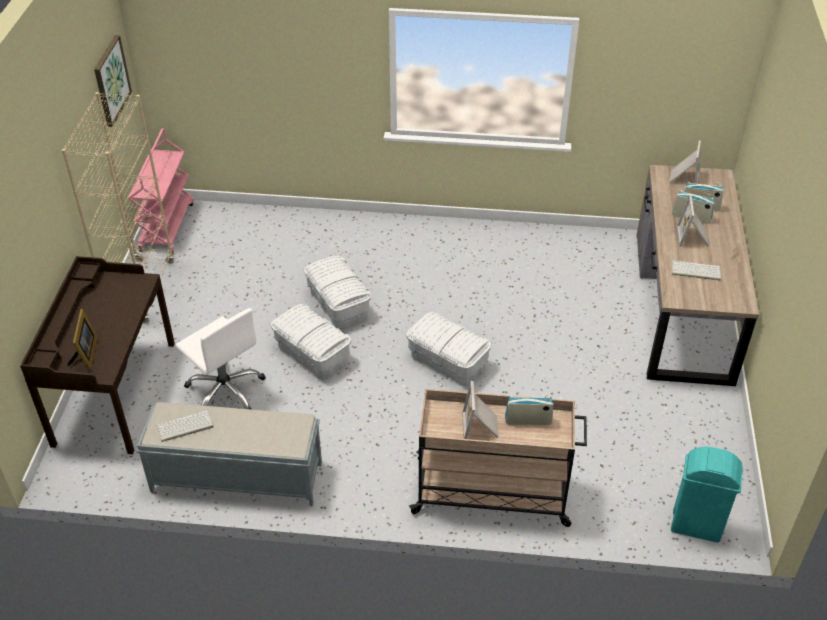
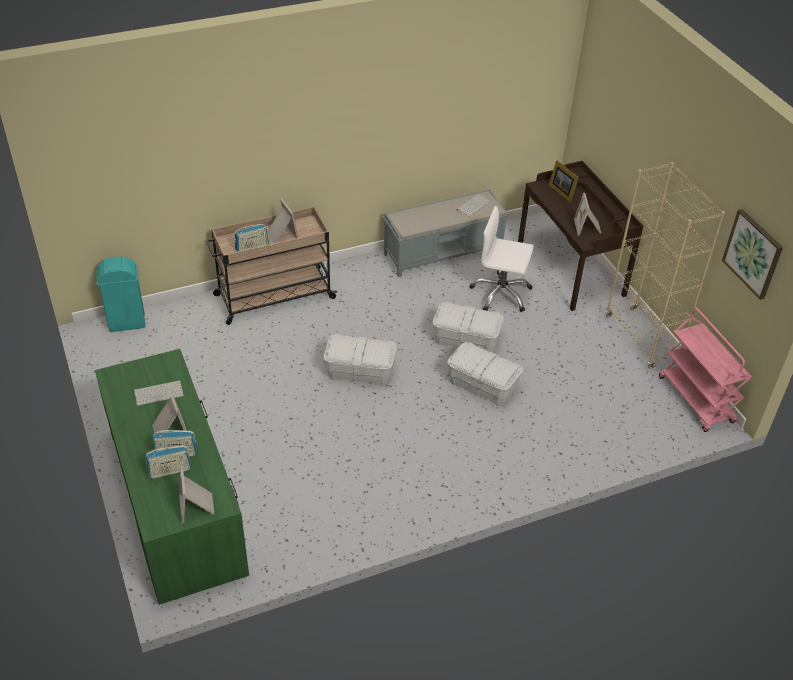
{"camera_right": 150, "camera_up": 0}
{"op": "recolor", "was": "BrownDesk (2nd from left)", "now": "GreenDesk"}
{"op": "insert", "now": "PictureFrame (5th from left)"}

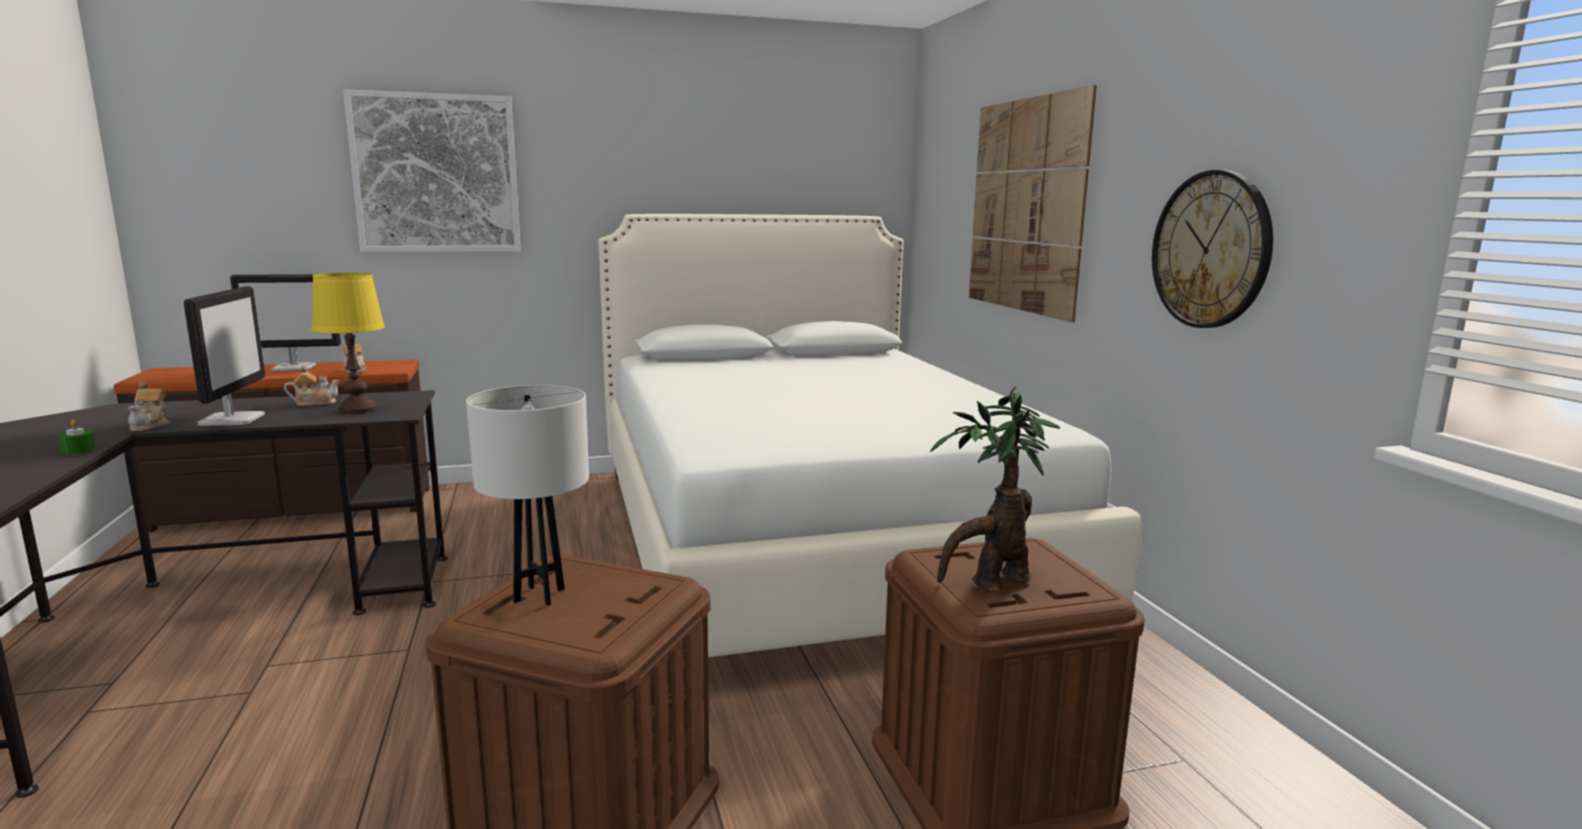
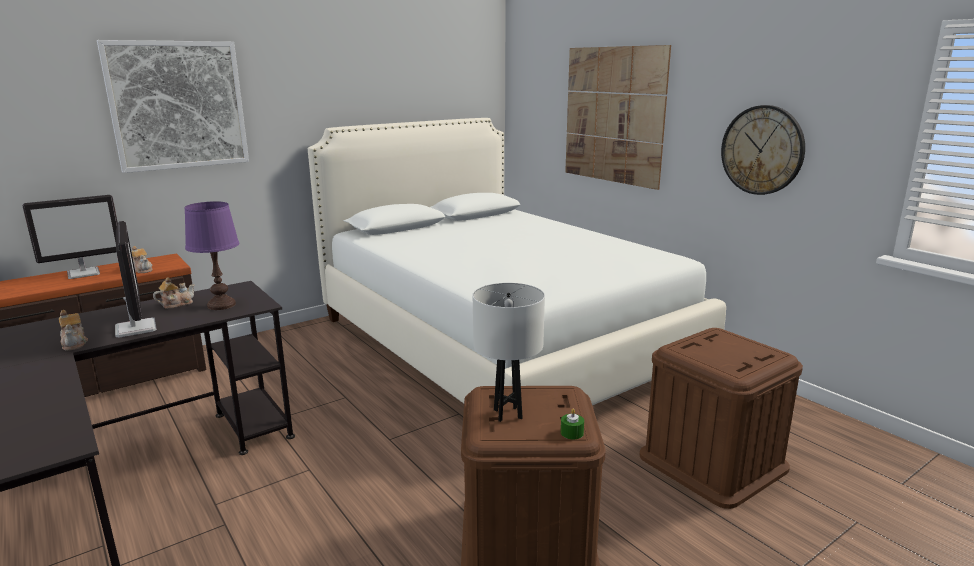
{"camera_right": -20, "camera_up": 5}
{"op": "recolor", "was": "YellowTableLamp", "now": "PurpleTableLamp"}
{"op": "delete", "was": "PottedPlant"}
{"op": "move", "was": "GreenCandle"}

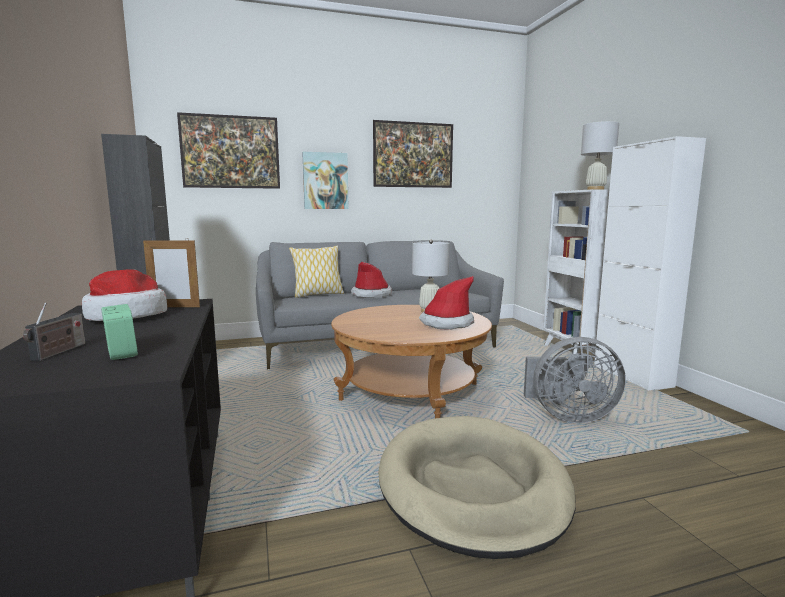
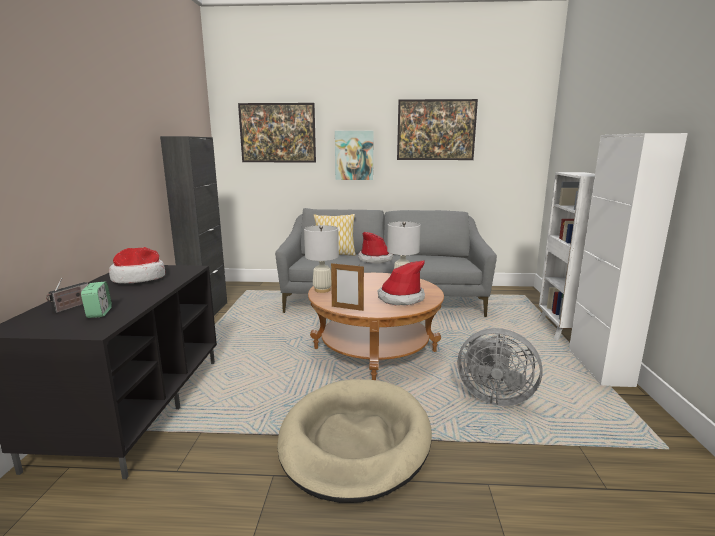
{"camera_right": 20, "camera_up": 5}
{"op": "move", "was": "WhiteTableLamp (2nd from left in the first image)", "now": "WhiteTableLamp (1st from left)"}
{"op": "move", "was": "PictureFrame"}

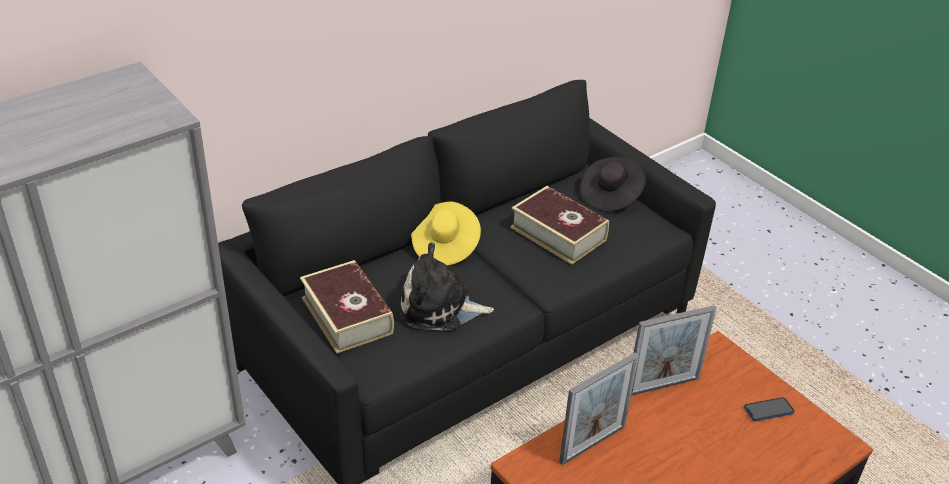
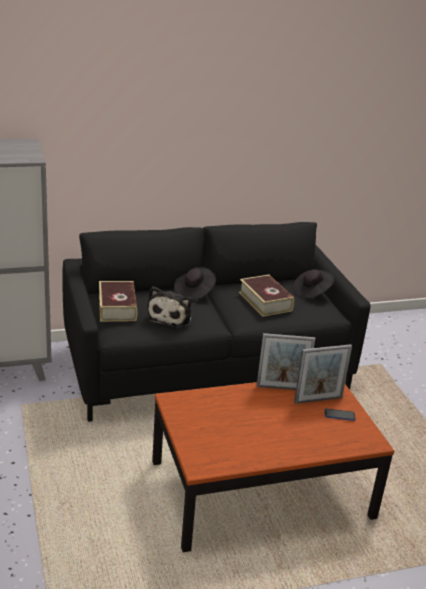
{"camera_right": 20, "camera_up": -10}
{"op": "recolor", "was": "YellowHat", "now": "BlackHat (1st from left)"}
{"op": "rotate", "was": "PlushToy", "clockwise": -105}
{"op": "move", "was": "PictureFrame (1st from left in the first image)", "now": "PictureFrame (2nd from left)"}

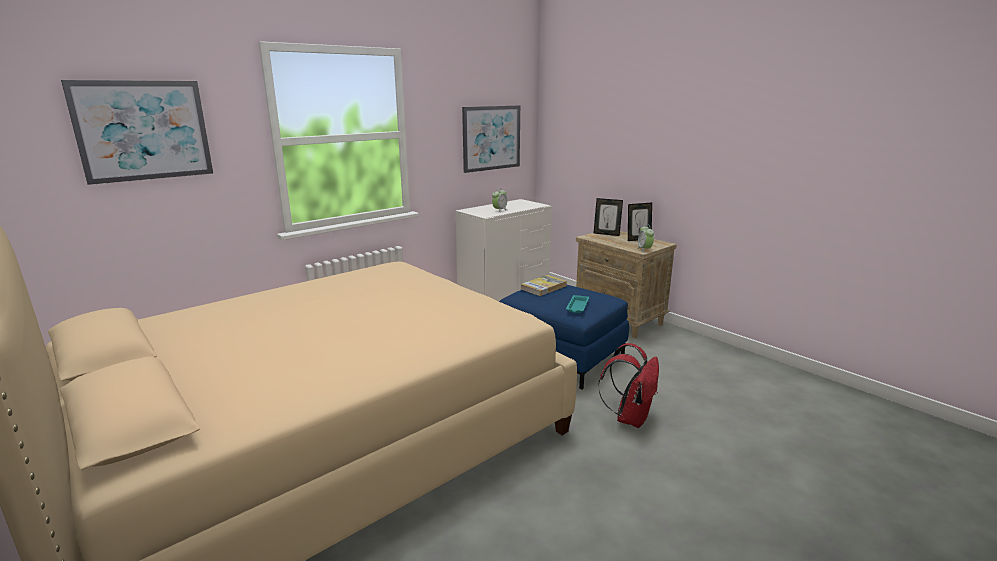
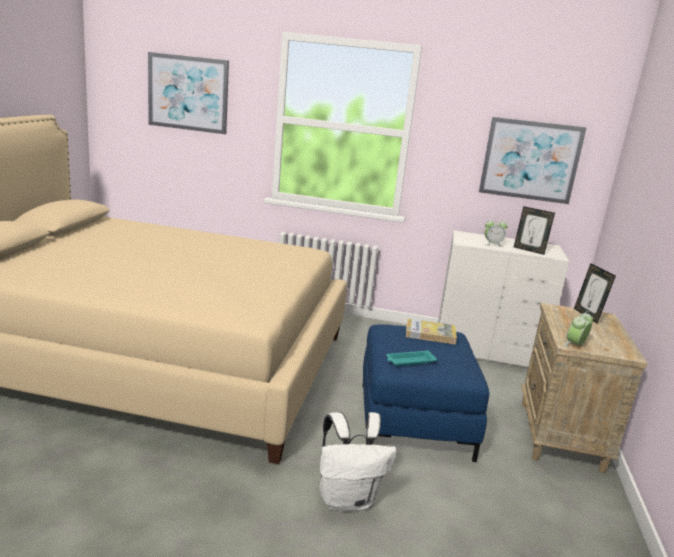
{"camera_right": 50, "camera_up": 0}
{"op": "move", "was": "PictureFrame (2nd from left in the first image)", "now": "PictureFrame (1st from left)"}
{"op": "recolor", "was": "RedBackpack", "now": "WhiteBackpack"}

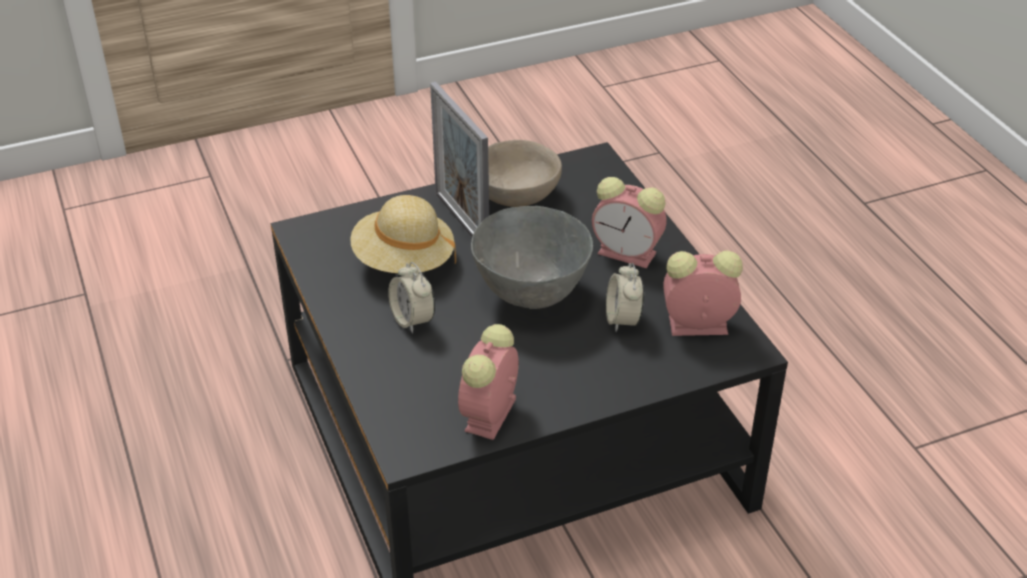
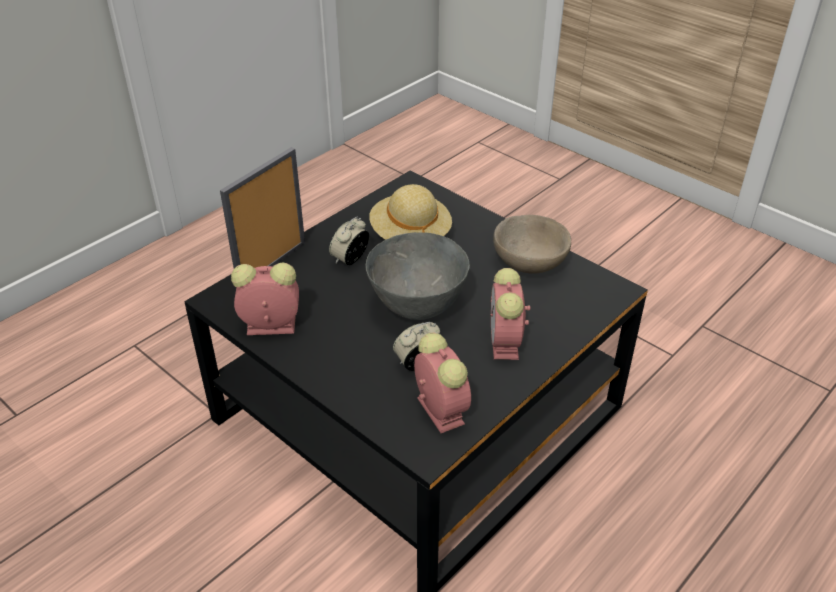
{"camera_right": 65, "camera_up": 0}
{"op": "move", "was": "PictureFrame"}

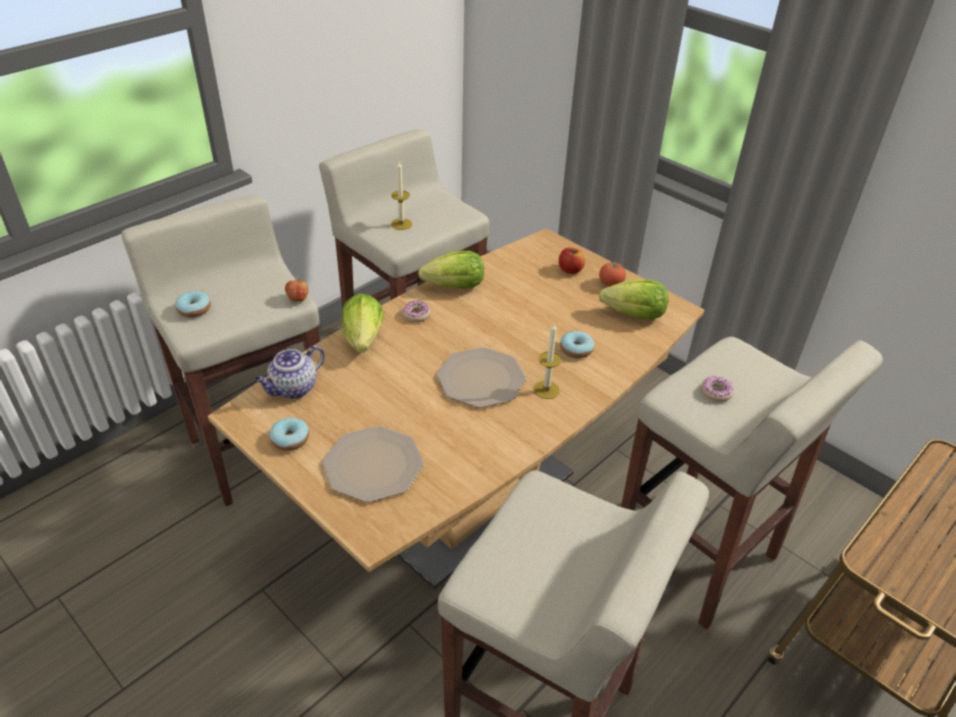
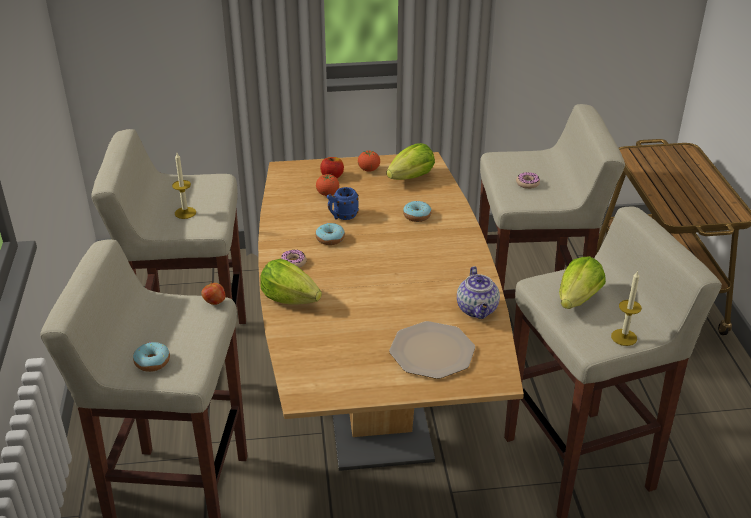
{"camera_right": -50, "camera_up": -5}
{"op": "move", "was": "Lettuce (2nd from left in the first image)", "now": "Lettuce (3rd from left)"}
{"op": "move", "was": "Candle (2nd from left)"}
{"op": "move", "was": "Teapot"}
{"op": "delete", "was": "Plate (2nd from left)"}
{"op": "move", "was": "Donut (2nd from left in the first image)", "now": "Donut (3rd from left)"}
{"op": "insert", "now": "Tomato (1st from left)"}
{"op": "insert", "now": "BlueMug"}

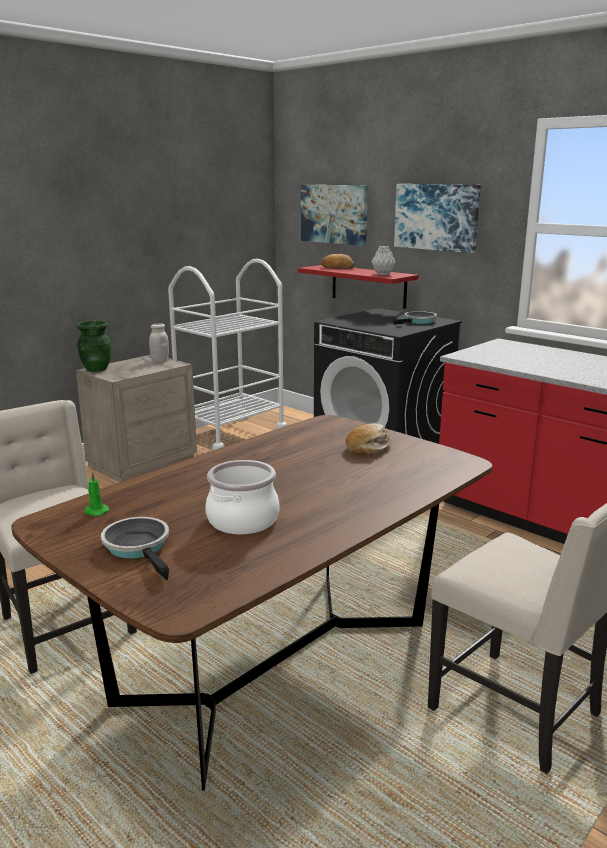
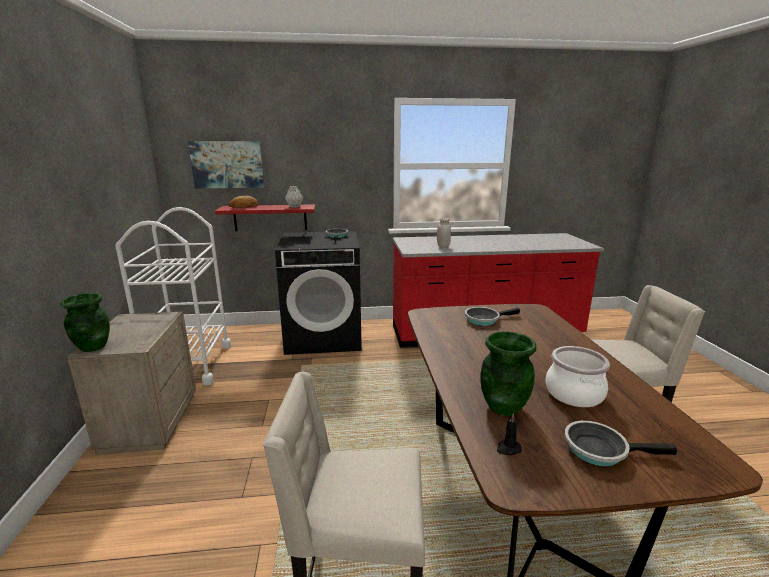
{"camera_right": -50, "camera_up": 0}
{"op": "delete", "was": "Picture (2nd from left)"}
{"op": "move", "was": "WhiteJar"}
{"op": "replace", "was": "Bread (2nd from left)", "now": "FryingPan (2nd from left)"}
{"op": "recolor", "was": "GreenCandle", "now": "BlackCandle"}
{"op": "insert", "now": "GreenVase (2nd from left)"}

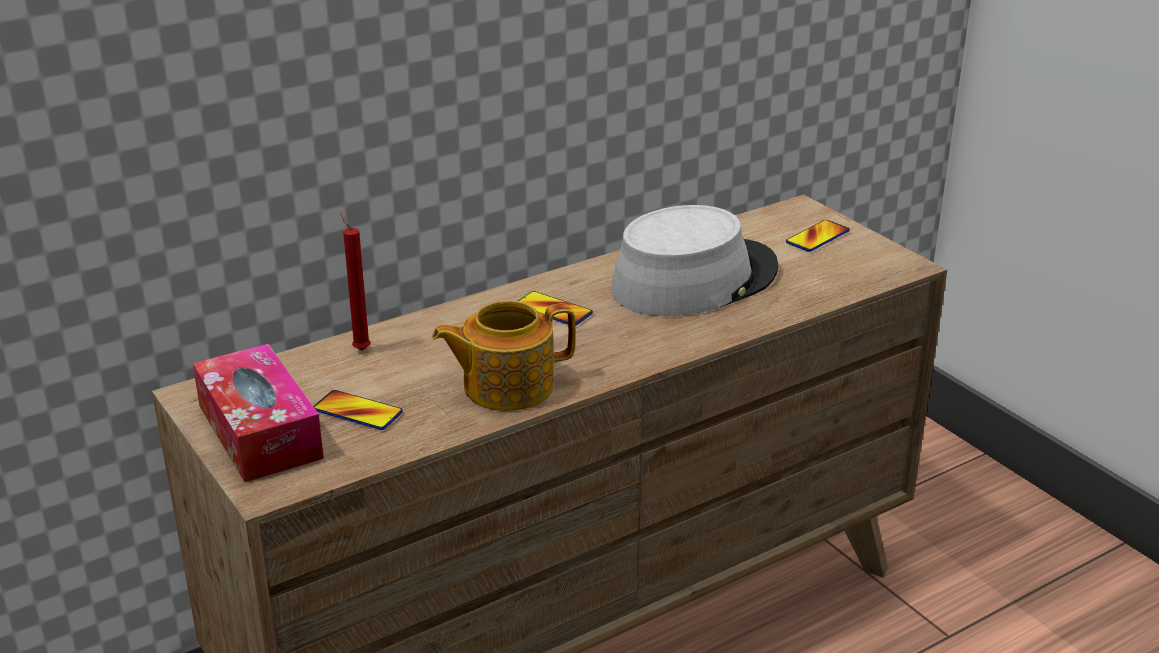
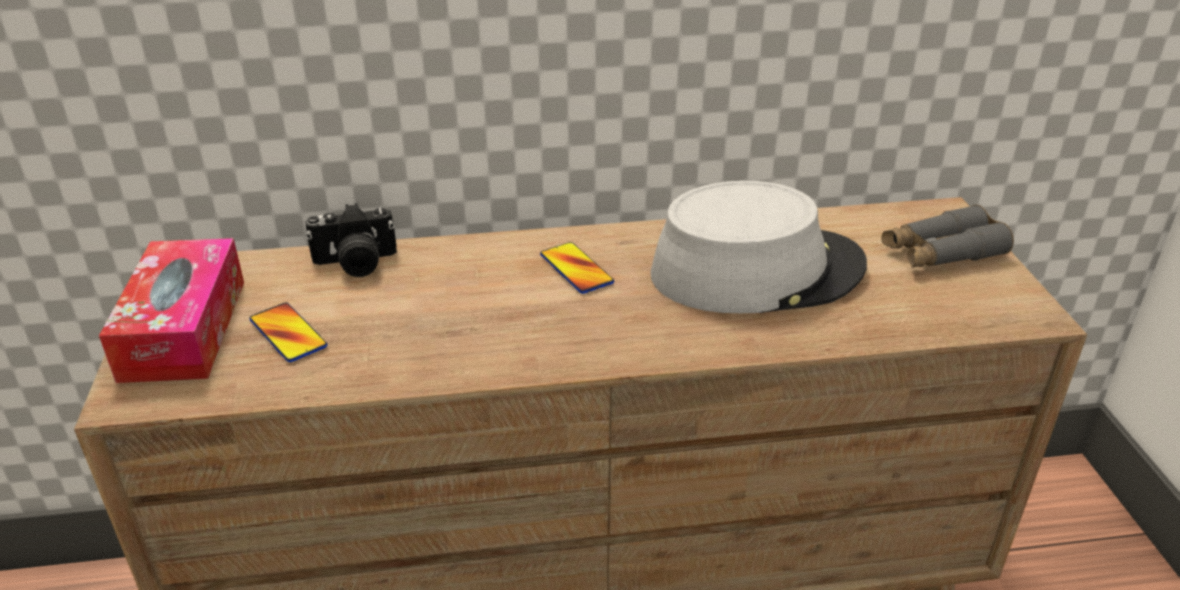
{"camera_right": 25, "camera_up": 5}
{"op": "replace", "was": "RedCandle", "now": "PhotoCamera"}
{"op": "replace", "was": "Phone (3rd from left)", "now": "GreyBinoculars"}
{"op": "delete", "was": "Teapot"}

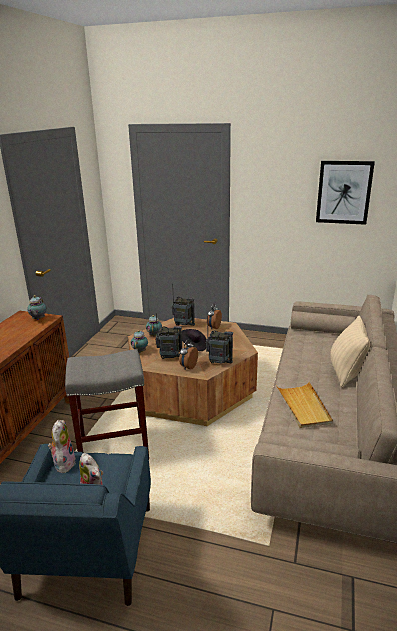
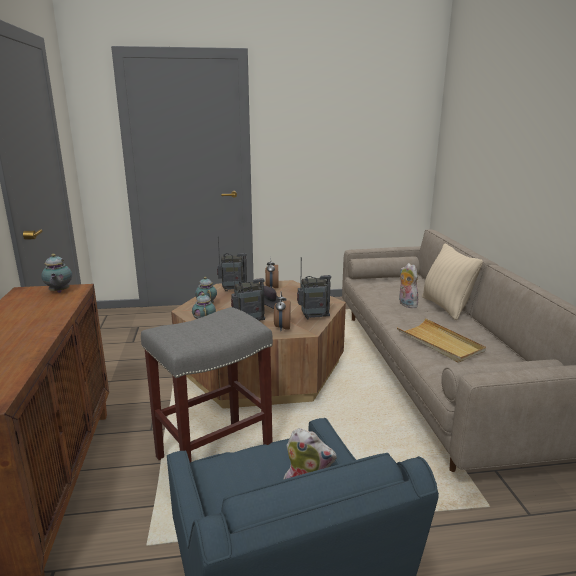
{"camera_right": -25, "camera_up": -5}
{"op": "delete", "was": "Picture"}
{"op": "move", "was": "PlushToy (1st from left in the first image)", "now": "PlushToy (2nd from left)"}

